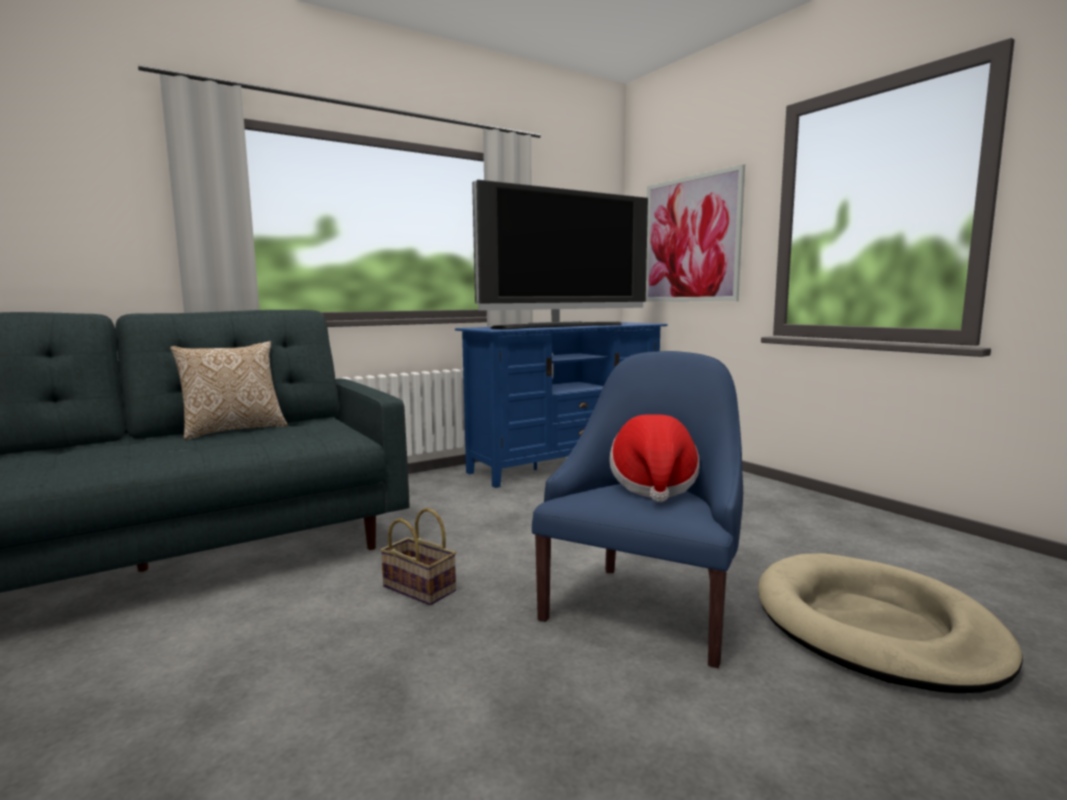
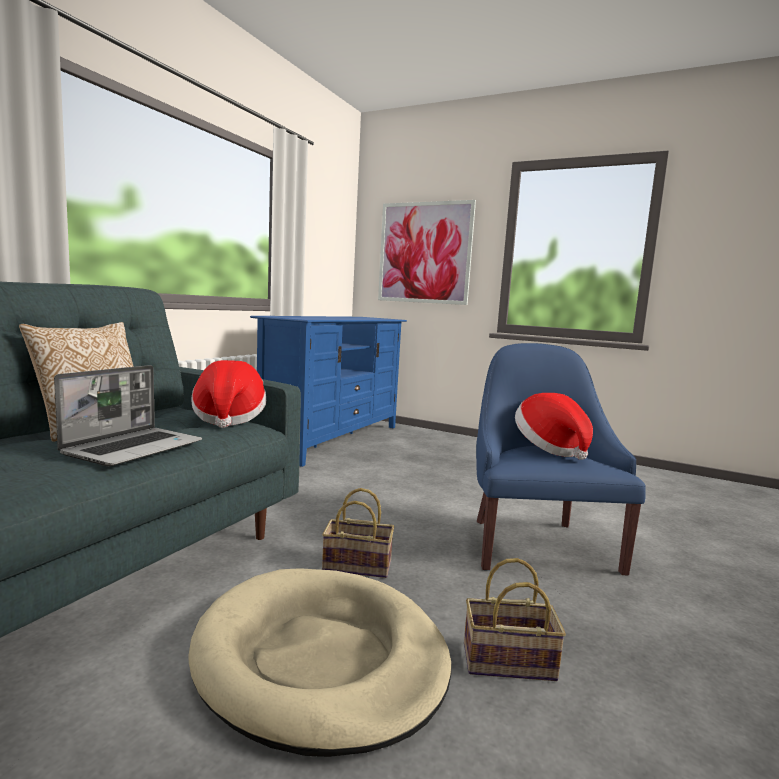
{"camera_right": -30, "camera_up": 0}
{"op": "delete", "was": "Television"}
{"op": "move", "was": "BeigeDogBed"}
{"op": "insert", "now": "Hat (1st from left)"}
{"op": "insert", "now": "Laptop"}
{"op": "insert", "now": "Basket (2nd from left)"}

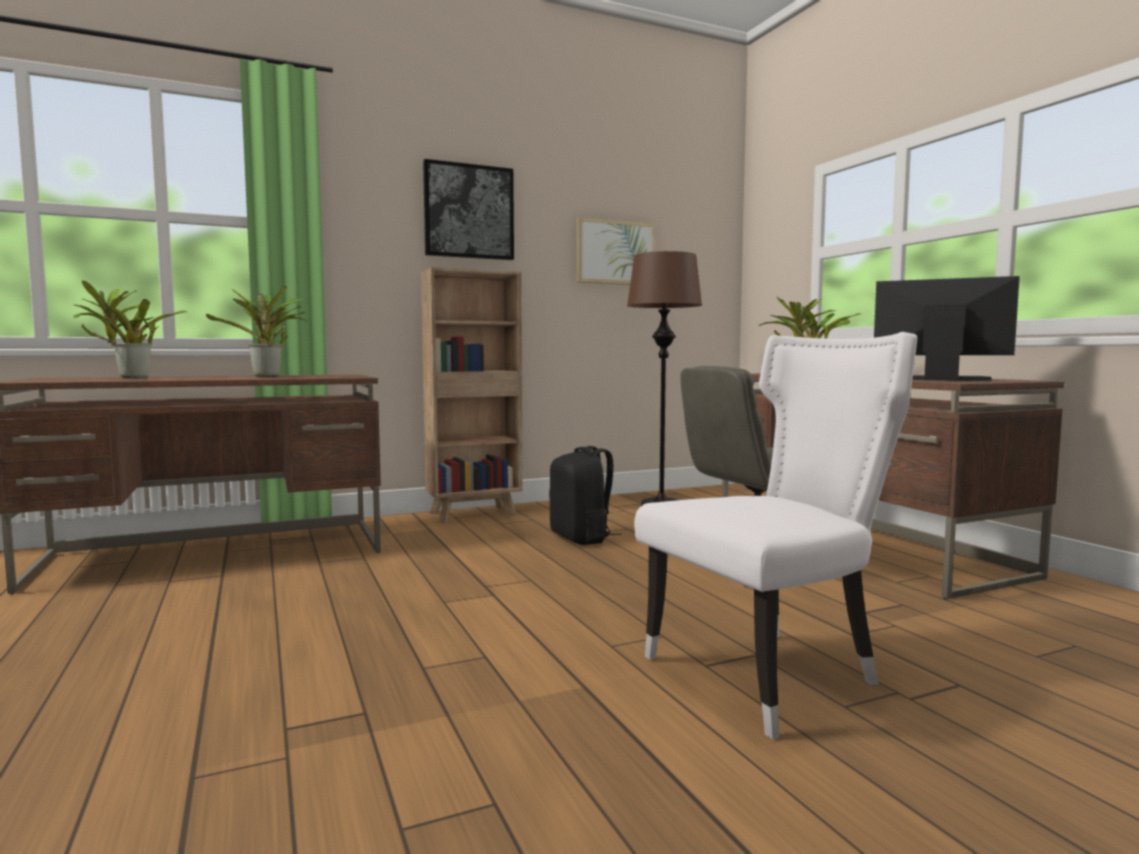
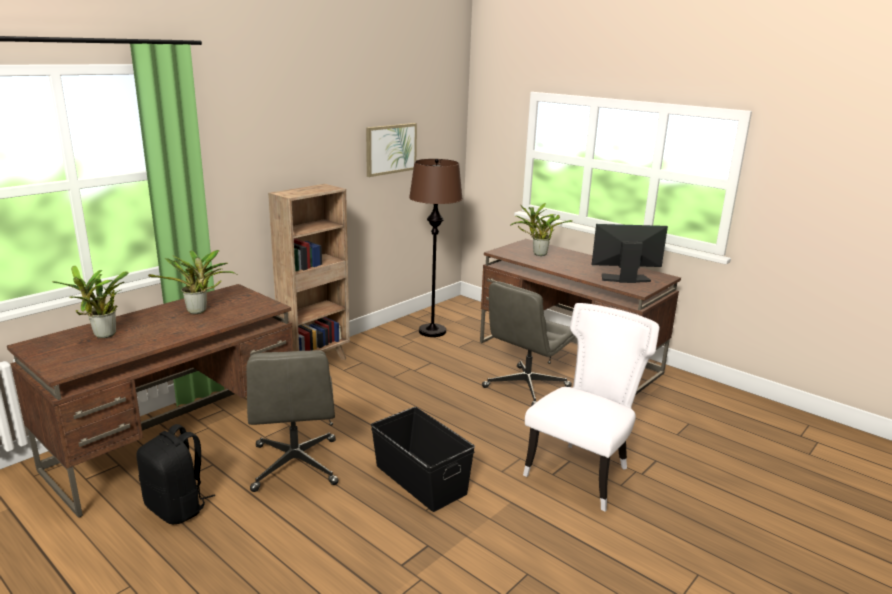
{"camera_right": -25, "camera_up": 15}
{"op": "delete", "was": "Picture (1st from left)"}
{"op": "move", "was": "BlackBackpack"}
{"op": "insert", "now": "GreyOfficeChair (1st from left)"}
{"op": "insert", "now": "BlackStorageBox"}

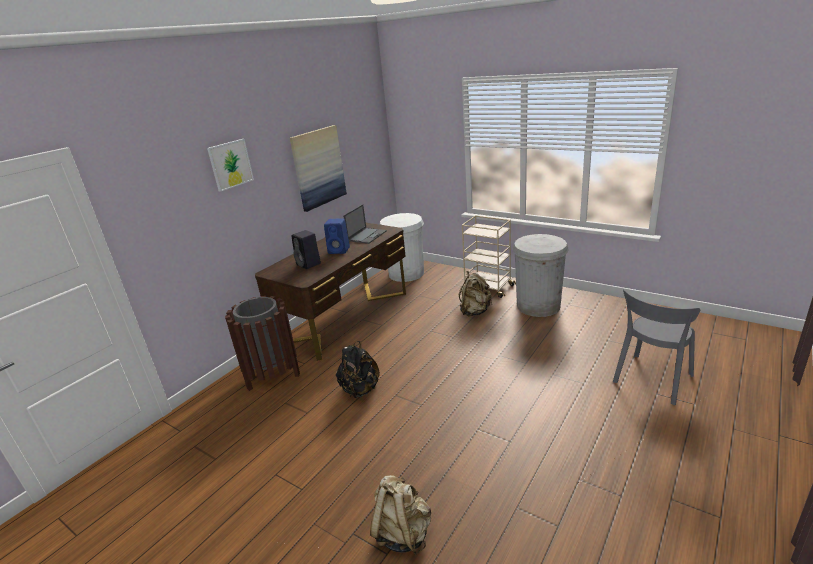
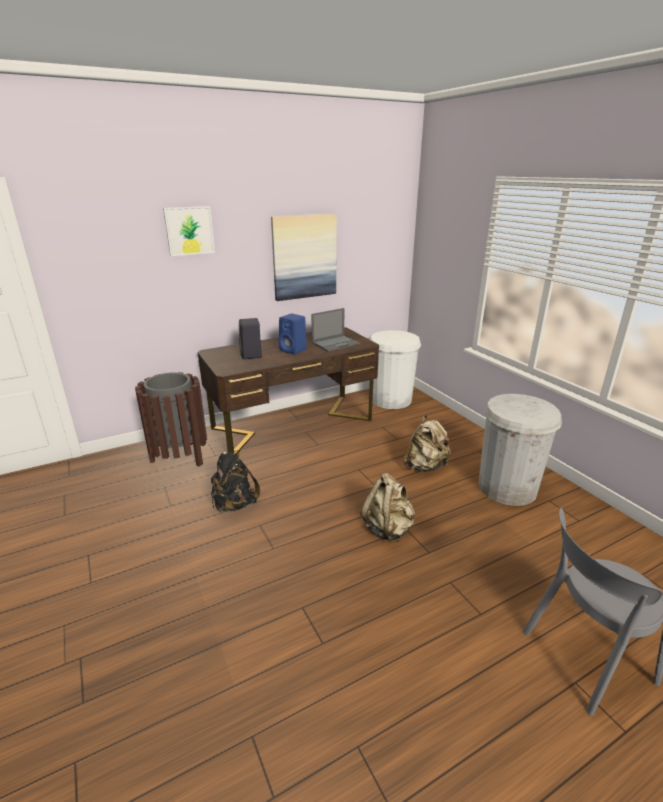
{"camera_right": 25, "camera_up": 0}
{"op": "delete", "was": "BeigeCart"}
{"op": "move", "was": "BeigeBackpack (1st from left)"}

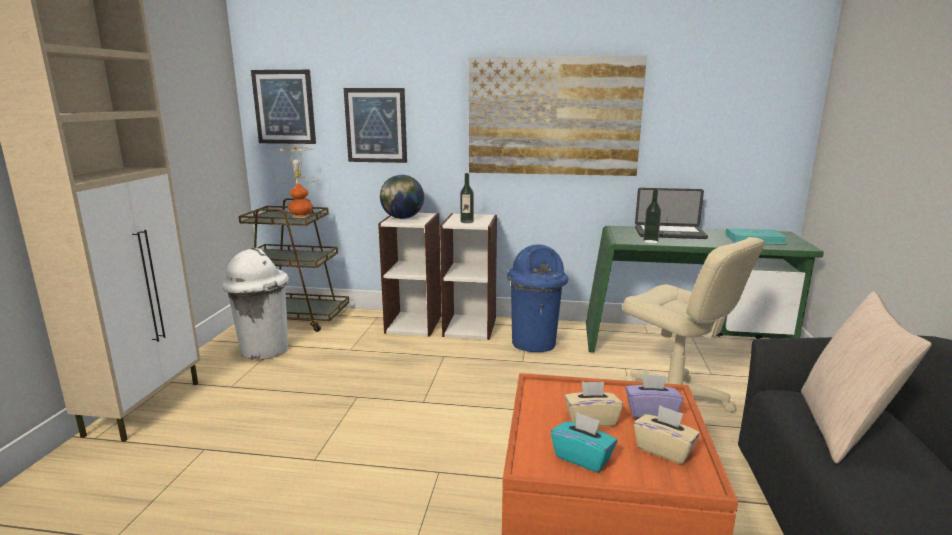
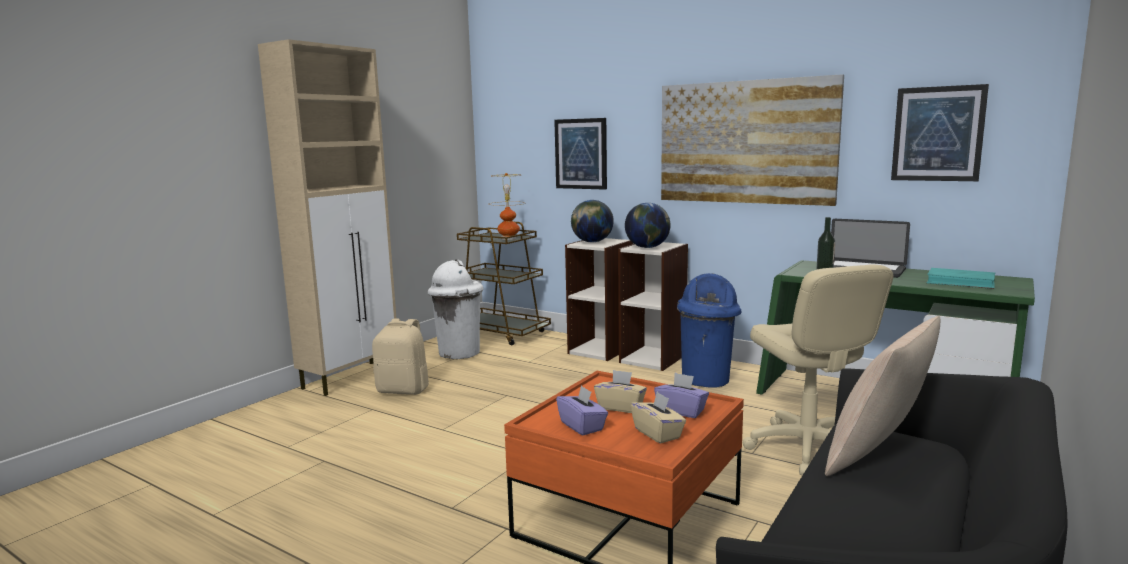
{"camera_right": 25, "camera_up": -5}
{"op": "move", "was": "Picture (1st from left in the first image)", "now": "Picture (3rd from left)"}
{"op": "replace", "was": "Bottle (1st from left)", "now": "Globe (2nd from left)"}
{"op": "recolor", "was": "TurquoiseTissueBox", "now": "PurpleTissueBox (1st from left)"}
{"op": "insert", "now": "BeigeBackpack"}

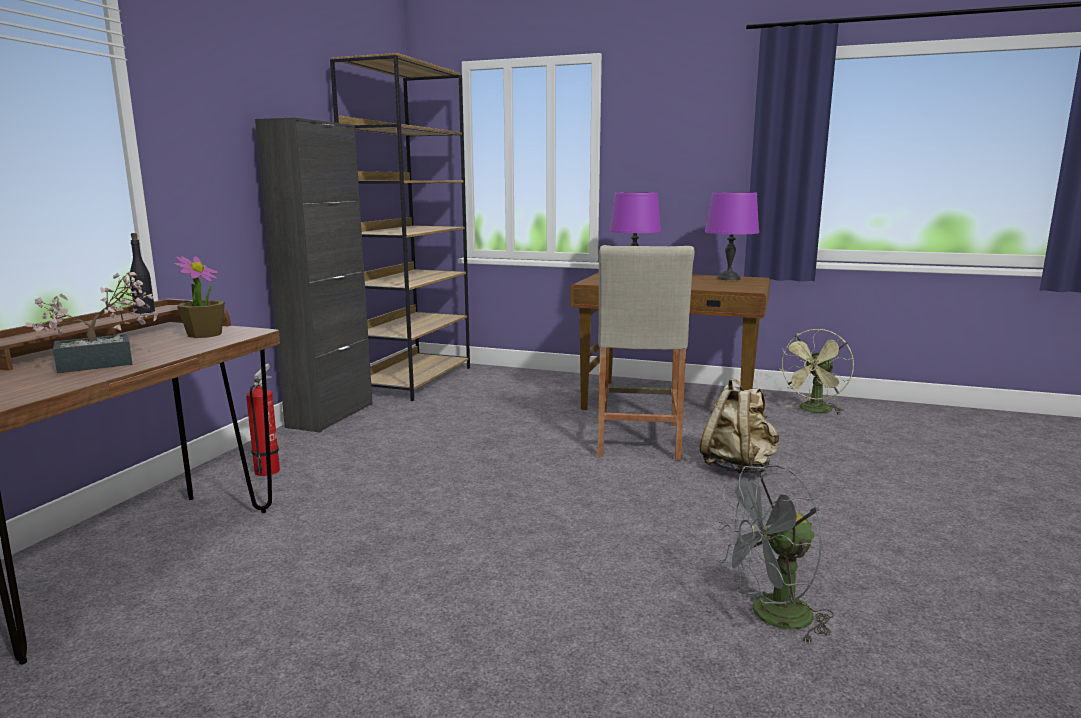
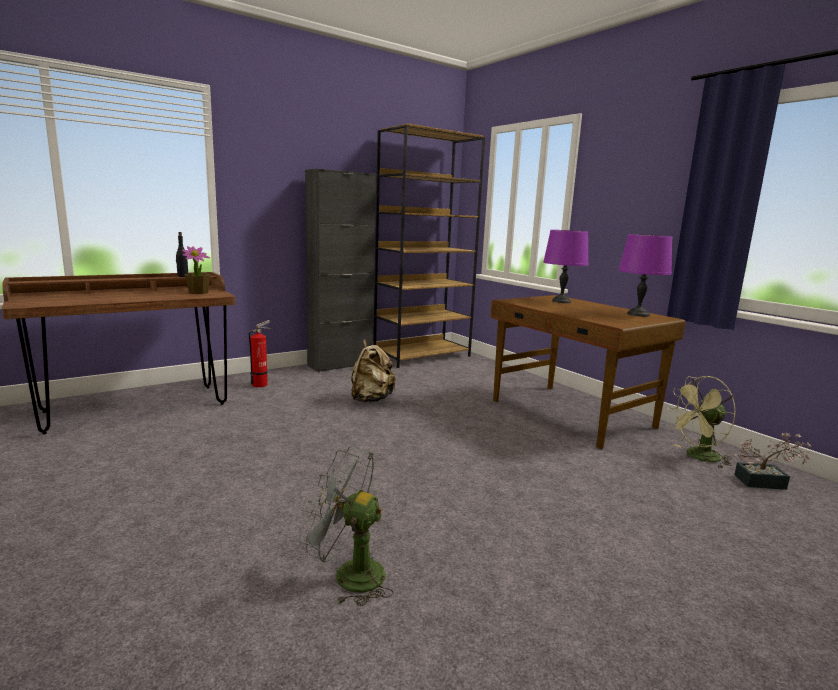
{"camera_right": 35, "camera_up": 0}
{"op": "delete", "was": "BeigeStool"}
{"op": "move", "was": "PottedPlant (1st from left in the first image)", "now": "PottedPlant (2nd from left)"}
{"op": "move", "was": "BeigeBackpack"}

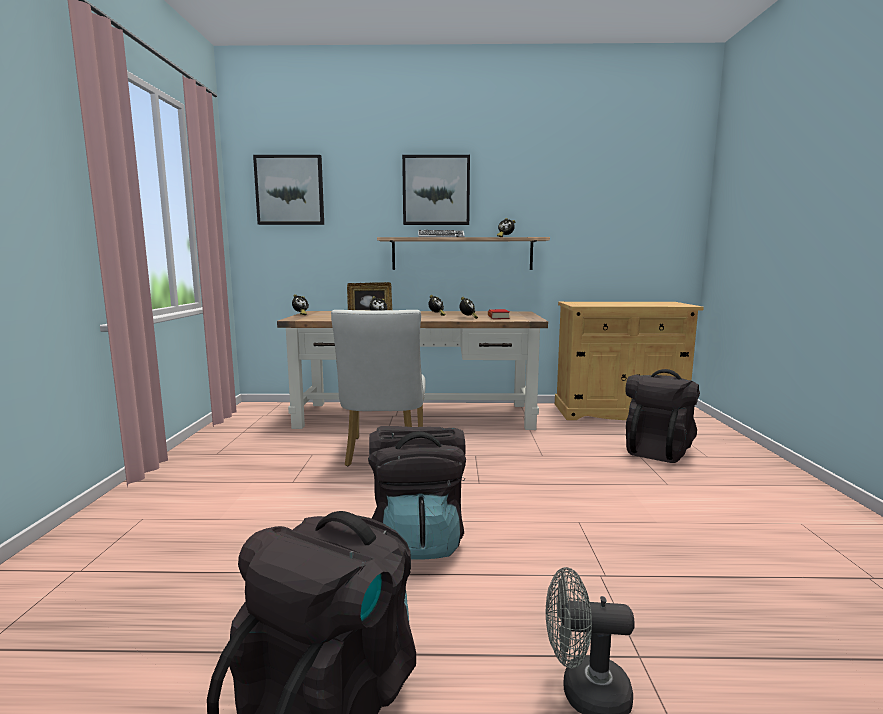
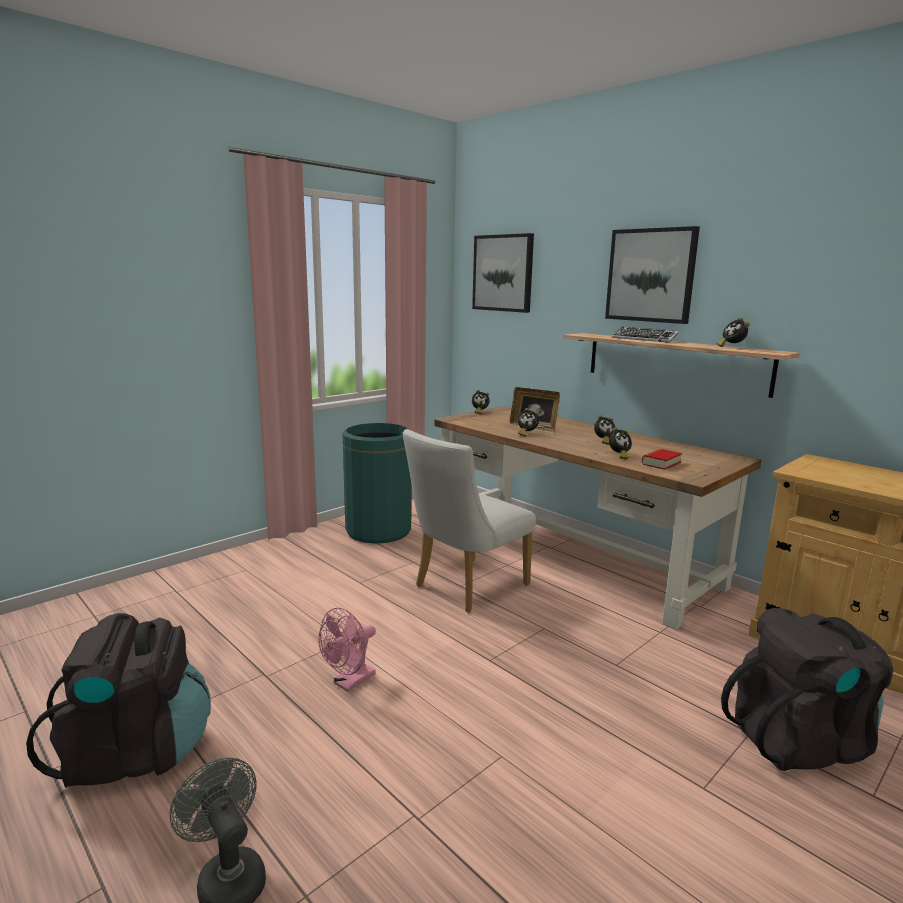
{"camera_right": 45, "camera_up": 5}
{"op": "replace", "was": "BlackBackpack (2nd from left)", "now": "PinkFan"}
{"op": "insert", "now": "GreenTrashCan"}

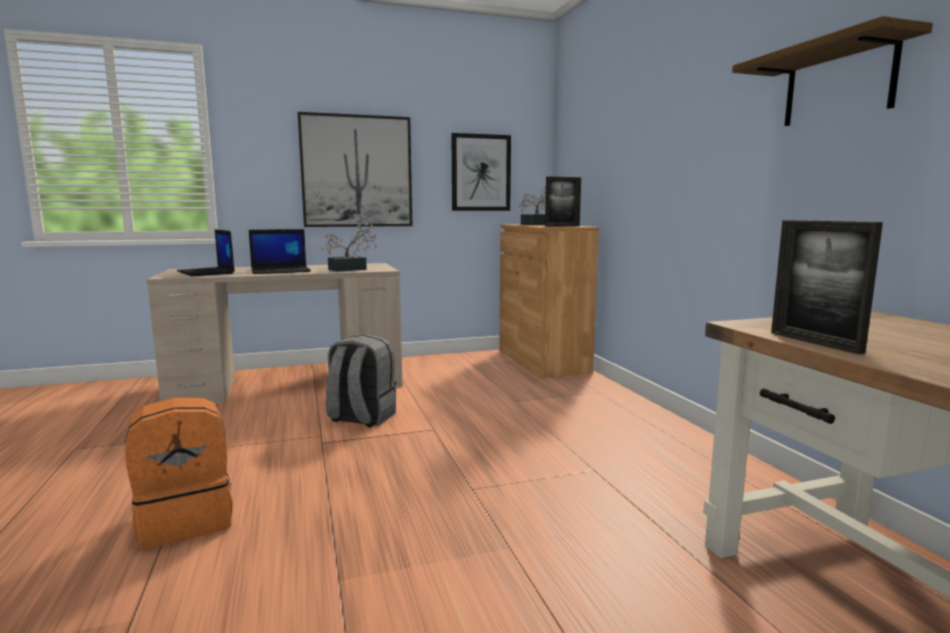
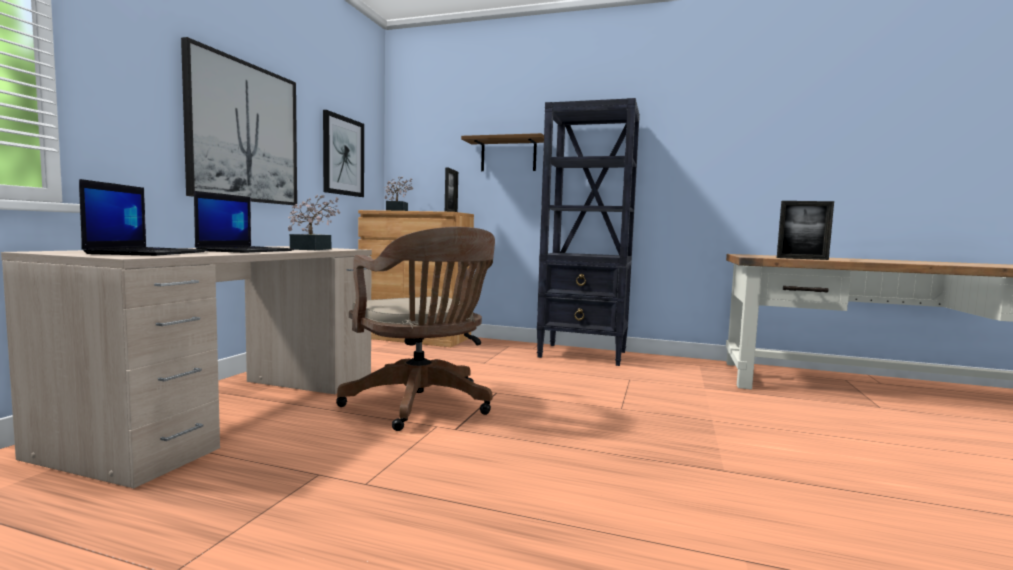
{"camera_right": -55, "camera_up": -5}
{"op": "move", "was": "Shelf"}
{"op": "rotate", "was": "Laptop (1st from left)", "clockwise": -90}
{"op": "replace", "was": "GreyBackpack", "now": "BrownOfficeChair"}
{"op": "delete", "was": "OrangeBackpack"}
{"op": "insert", "now": "BlackBookcase"}

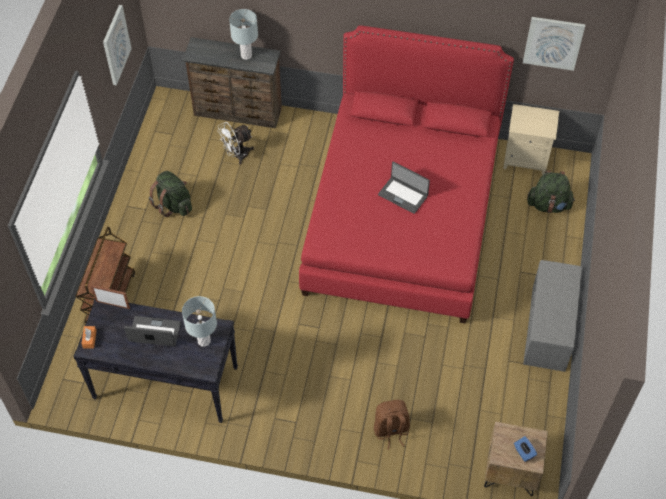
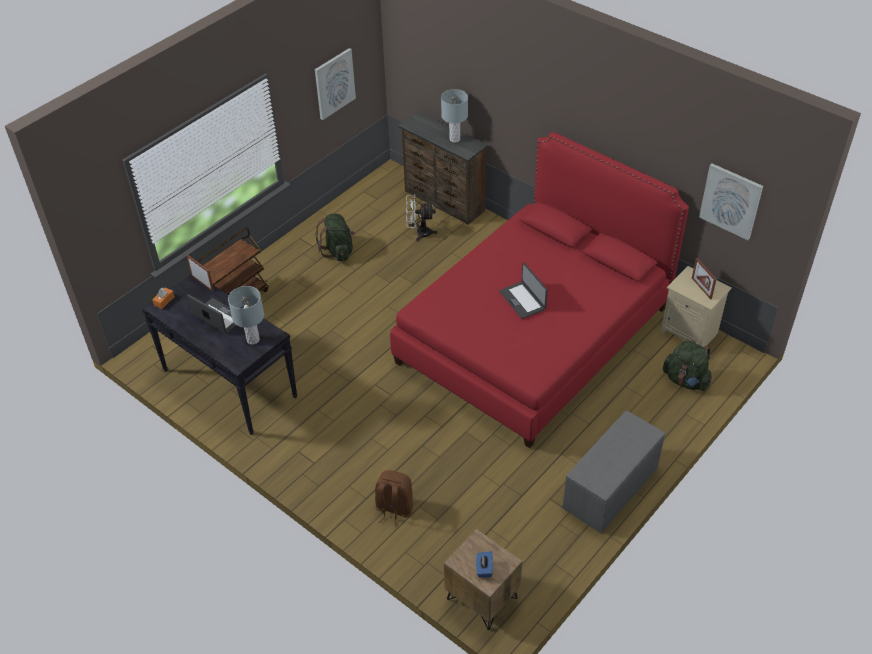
{"camera_right": 30, "camera_up": -10}
{"op": "insert", "now": "PictureFrame (2nd from left)"}

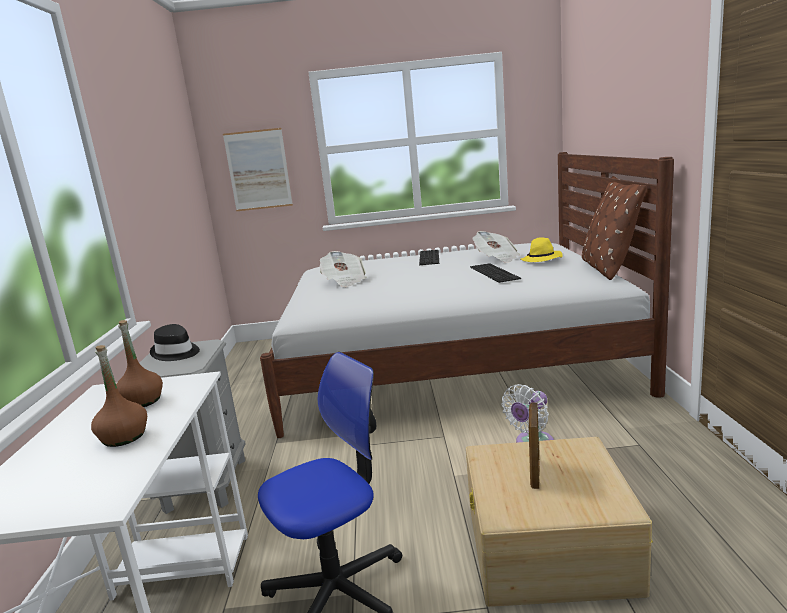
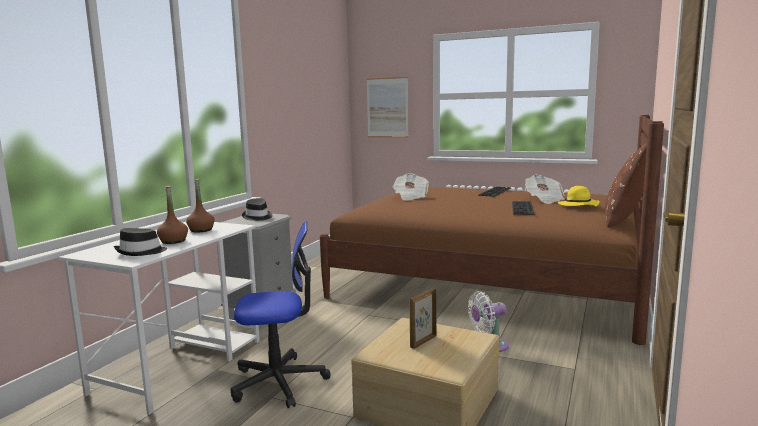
{"camera_right": 25, "camera_up": -5}
{"op": "recolor", "was": "WhiteBed", "now": "BrownBed"}
{"op": "insert", "now": "BlackHat (1st from left)"}

